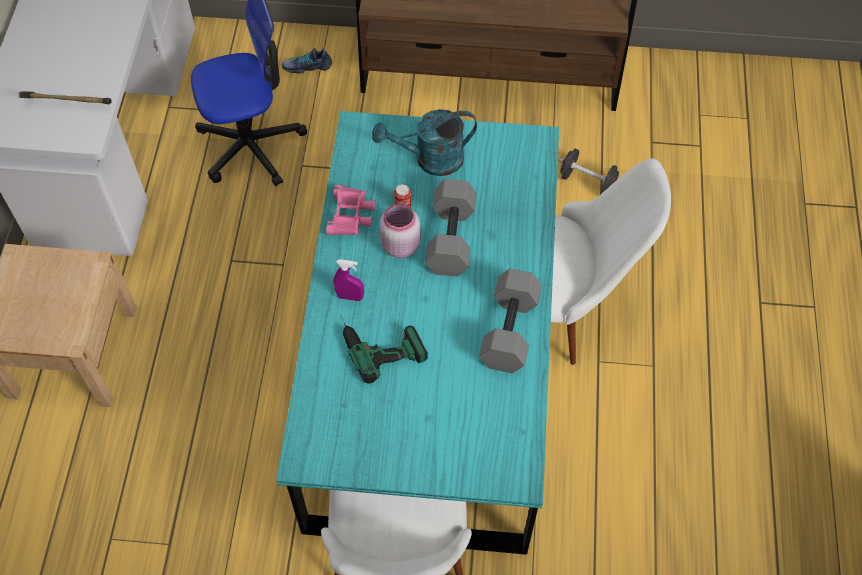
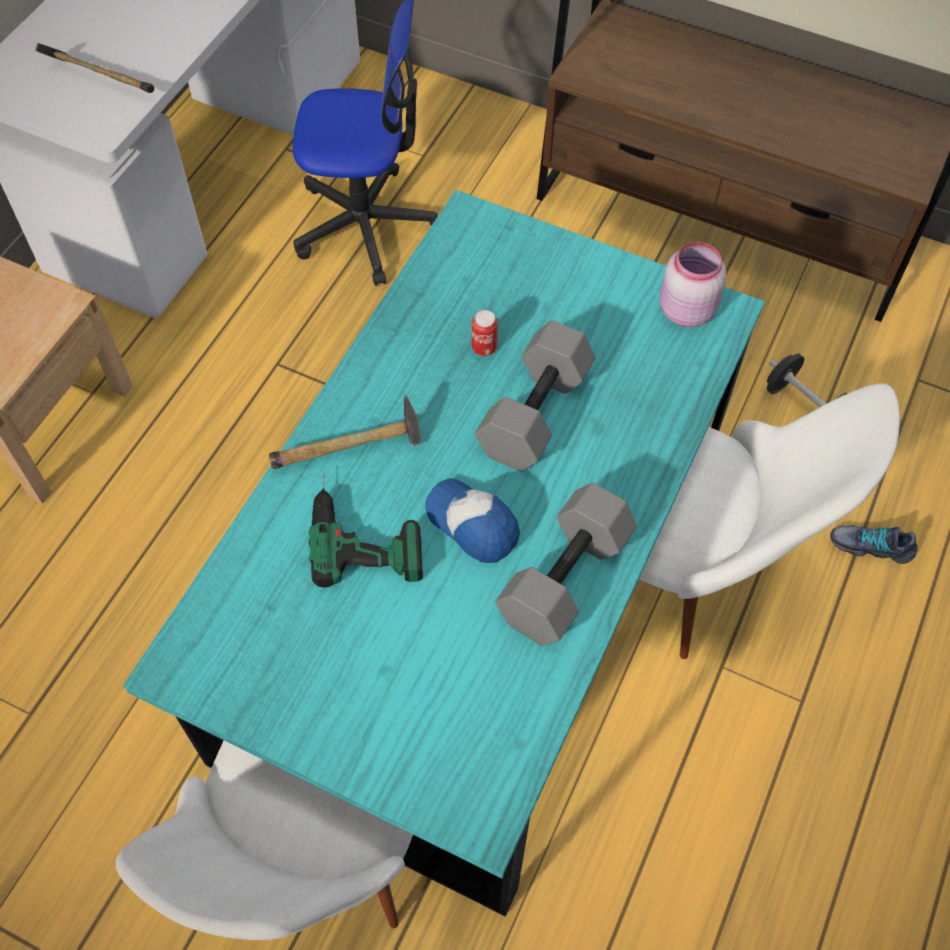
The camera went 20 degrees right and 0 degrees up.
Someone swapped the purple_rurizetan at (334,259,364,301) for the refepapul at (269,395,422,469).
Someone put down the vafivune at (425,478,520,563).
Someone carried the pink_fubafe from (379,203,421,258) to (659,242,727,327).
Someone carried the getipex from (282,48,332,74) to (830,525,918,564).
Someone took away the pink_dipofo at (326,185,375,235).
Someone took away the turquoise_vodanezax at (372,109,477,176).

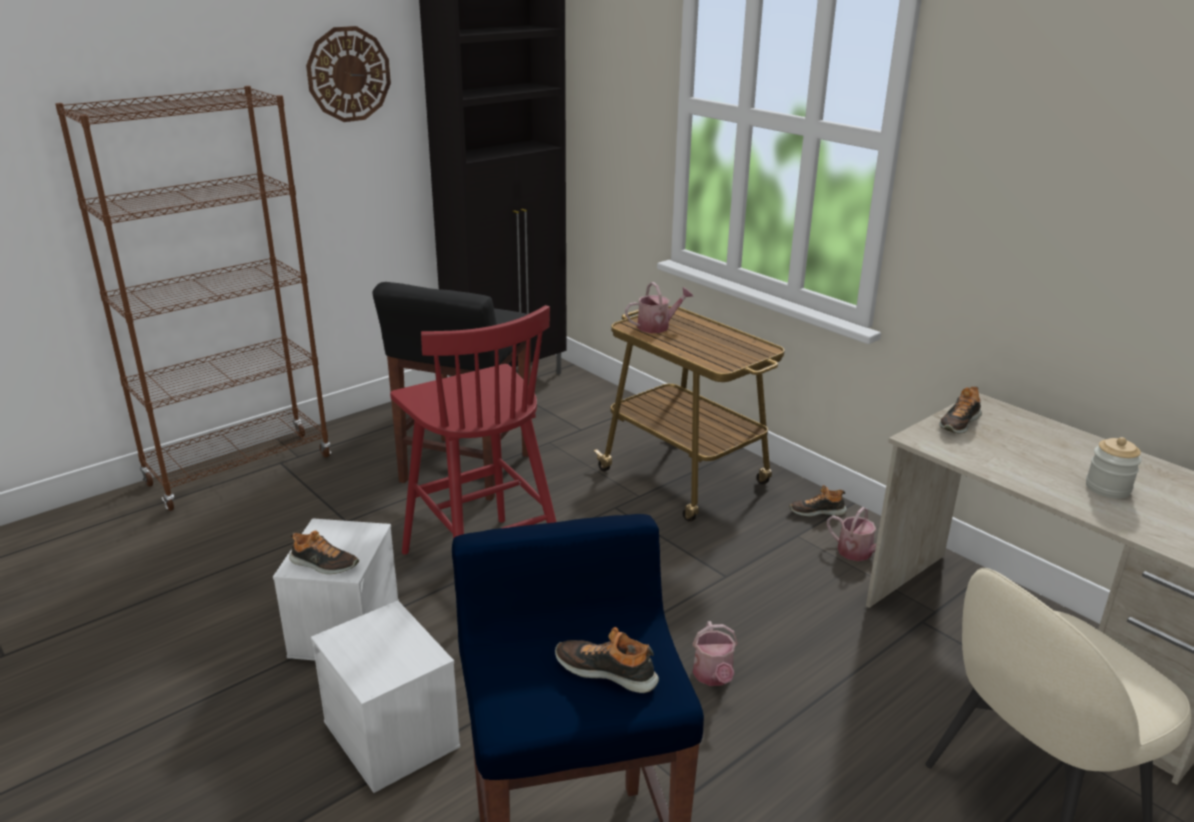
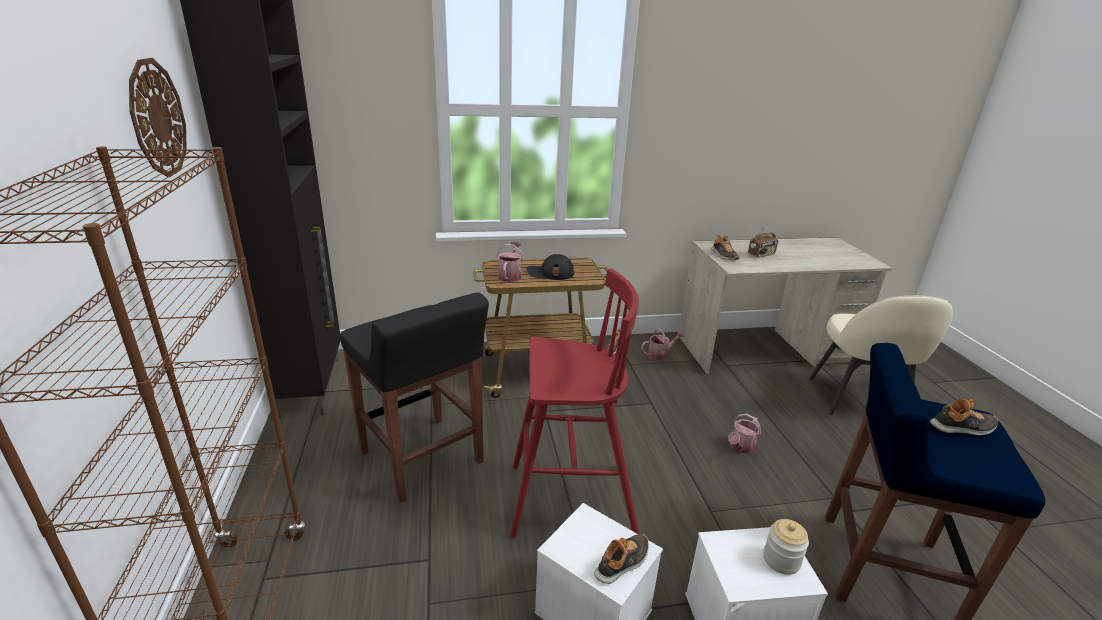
The camera went 60 degrees left and 0 degrees up.
Someone put down the black_vafivune at (527,254,574,280).
Someone rotated the vodanezax at (692,621,738,686) by 105 degrees clockwise.
Someone put down the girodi at (748,223,778,258).
Someone carried the fubafe from (1086,437,1142,499) to (763,519,809,575).
Someone rotated the getipex at (555,627,659,693) by 150 degrees counterclockwise.

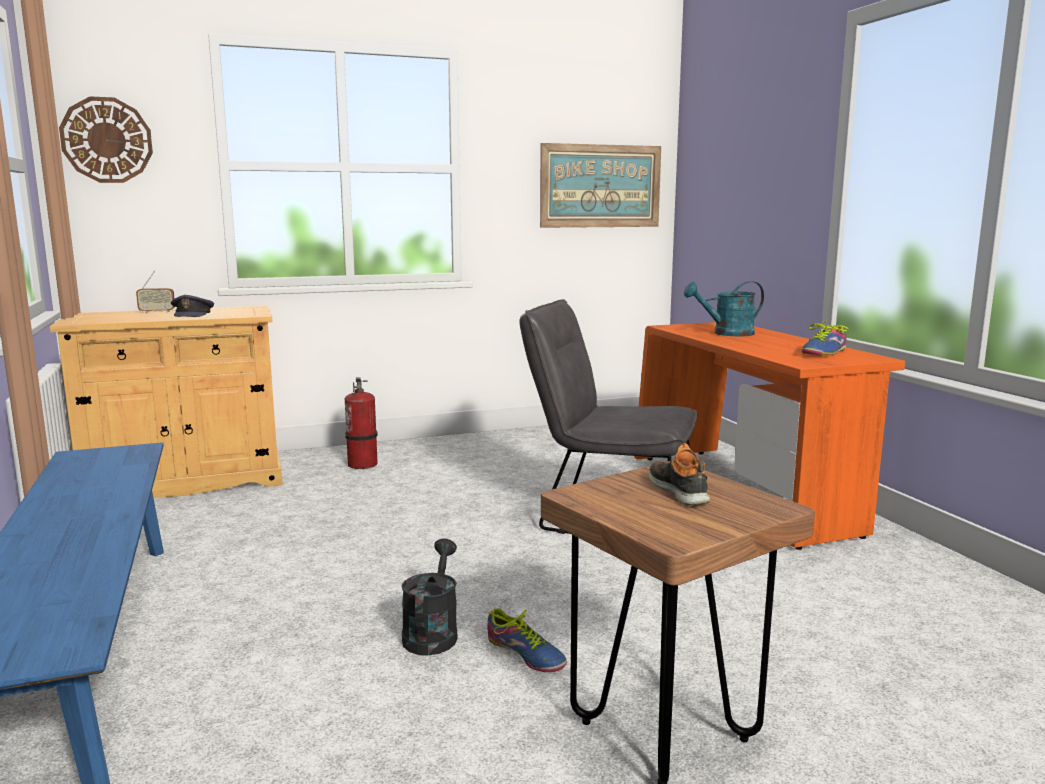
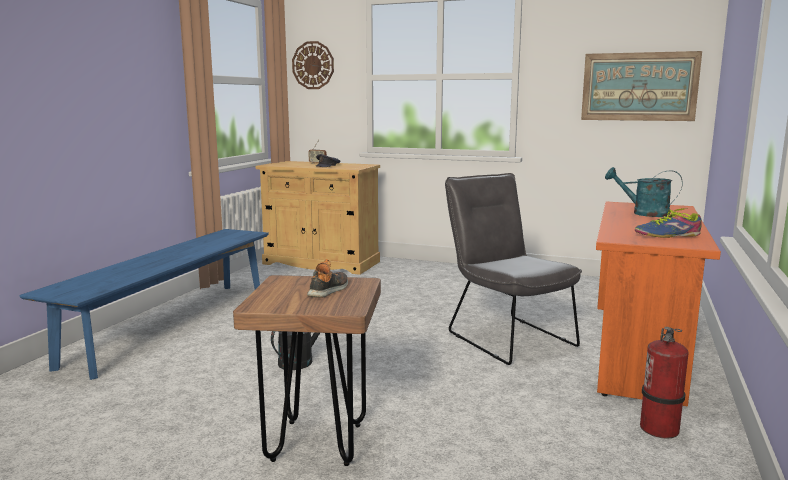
The camera went 40 degrees right and 0 degrees up.
Someone carried the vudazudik from (345,377,378,469) to (640,327,689,439).
Someone took away the getipex at (486,608,567,672).

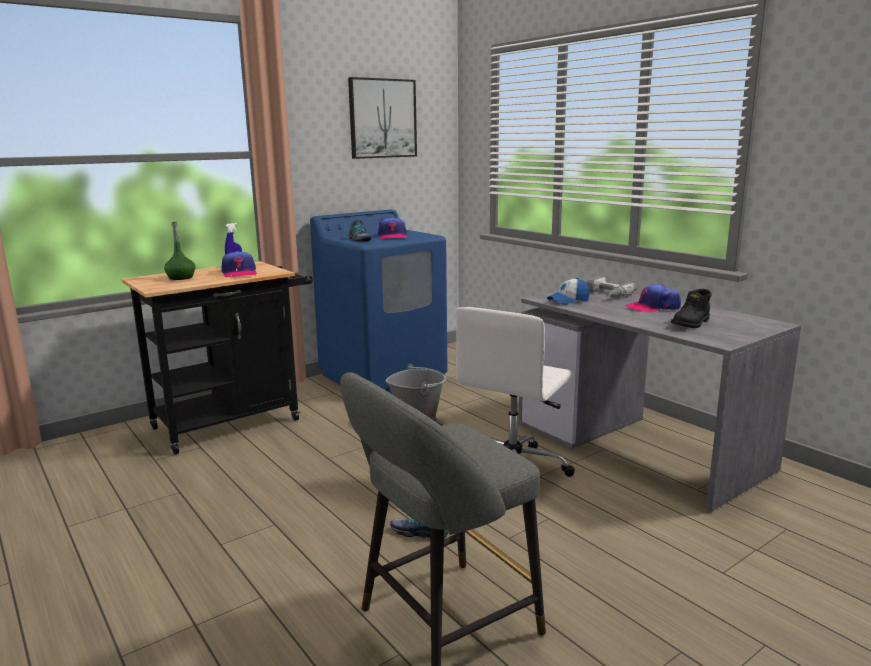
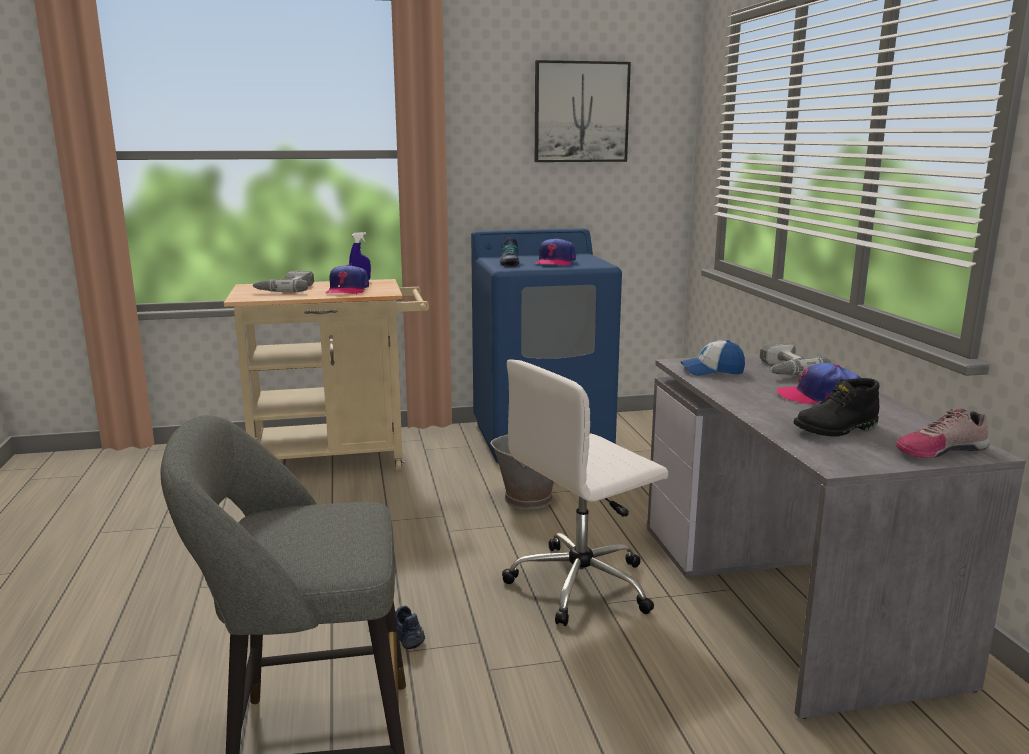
The camera went 25 degrees right and 0 degrees up.
Someone repainted the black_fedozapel at (121,261,313,454), which became the beige_fedozapel at (224,279,429,470).
Someone swapped the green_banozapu at (164,222,195,280) for the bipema at (252,271,314,292).
Someone put down the getipex at (896,409,990,458).

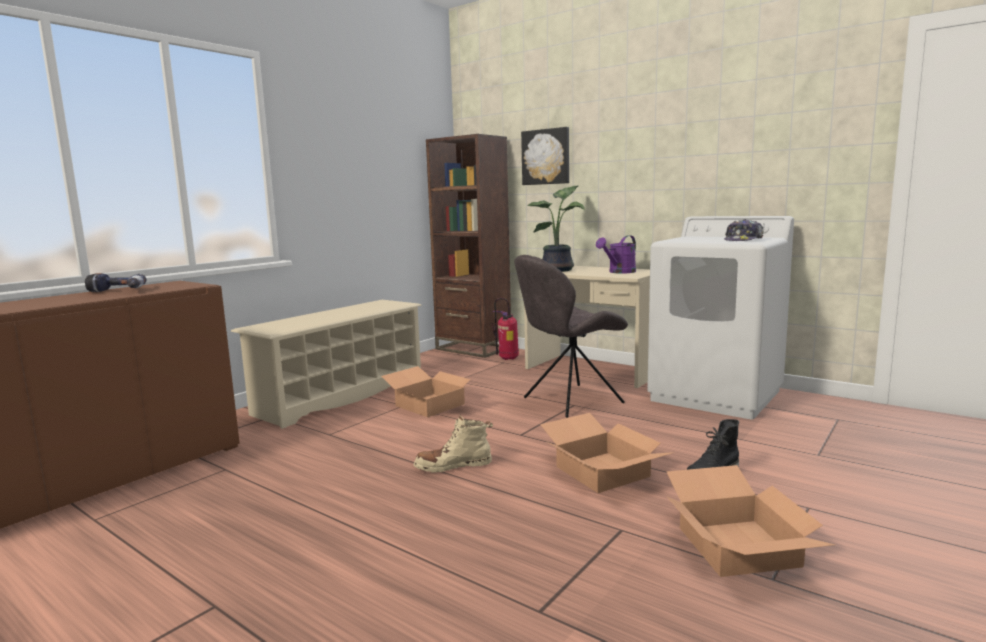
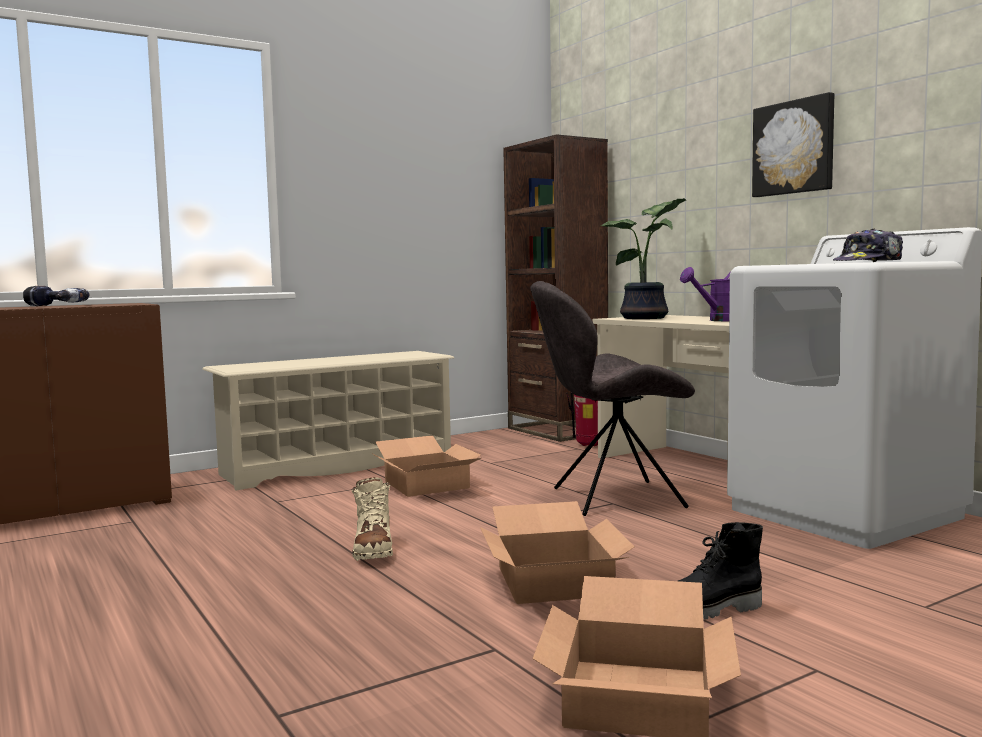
The camera went 20 degrees right and 5 degrees down.
Someone rotated the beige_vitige at (414,415,493,473) by 105 degrees counterclockwise.
Someone carried the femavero from (521,127,569,185) to (752,92,834,197).

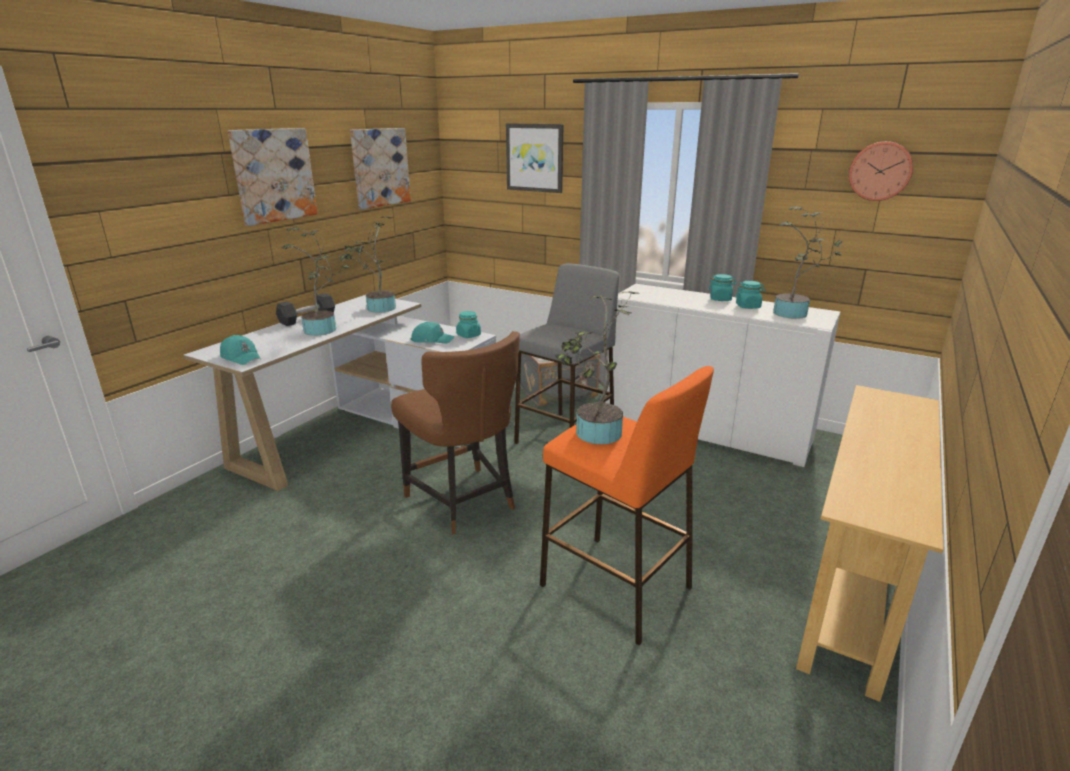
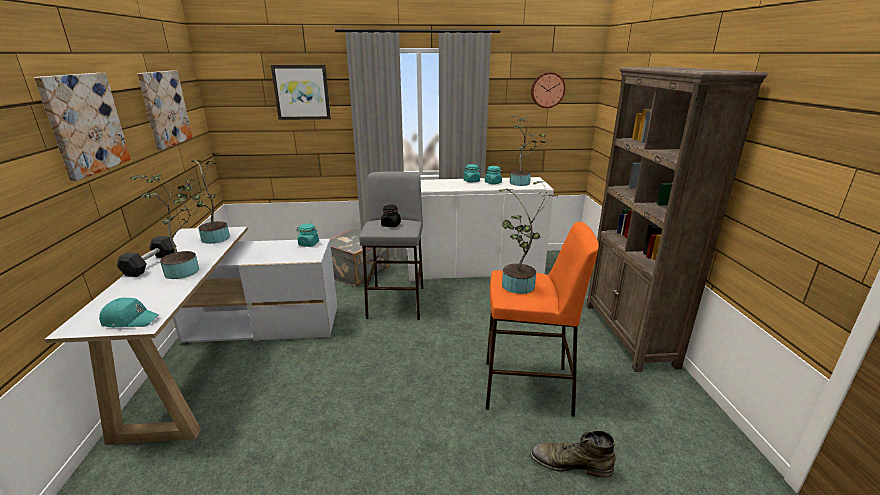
The camera went 35 degrees left and 0 degrees up.
Someone put down the black_fubafe at (381,205,401,227).
Someone put down the green_vitige at (530,430,616,478).
Someone swapped the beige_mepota at (796,385,943,702) for the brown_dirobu at (586,67,768,372).
Someone took away the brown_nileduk at (391,331,520,534).
Someone took away the turquoise_vafivune at (411,322,455,344).

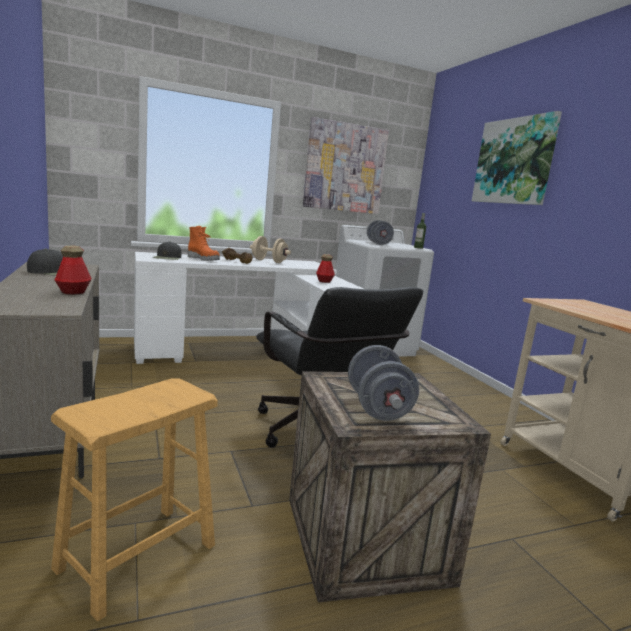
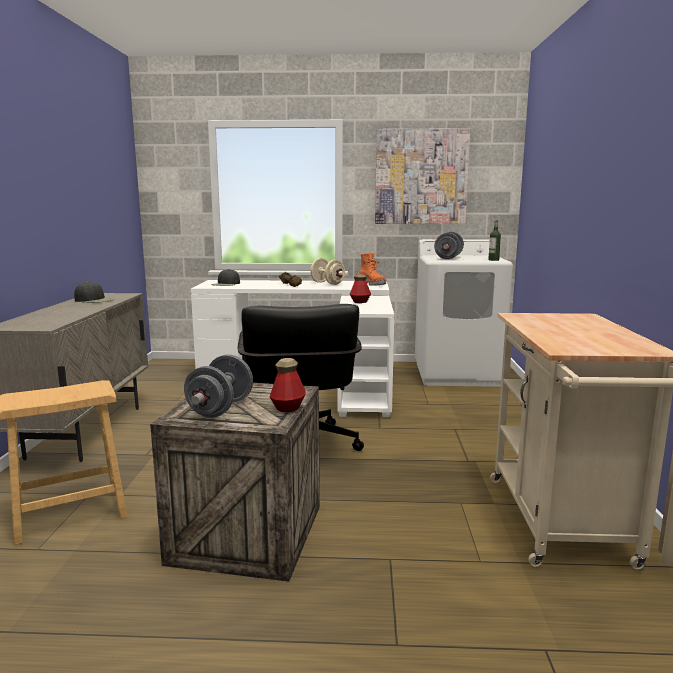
The camera went 25 degrees right and 0 degrees up.
Someone carried the banozapu from (55,246,91,295) to (270,358,306,412).
Someone carried the orange_vitige from (188,226,220,261) to (360,252,386,286).
Someone took away the femavero at (472,111,562,205).

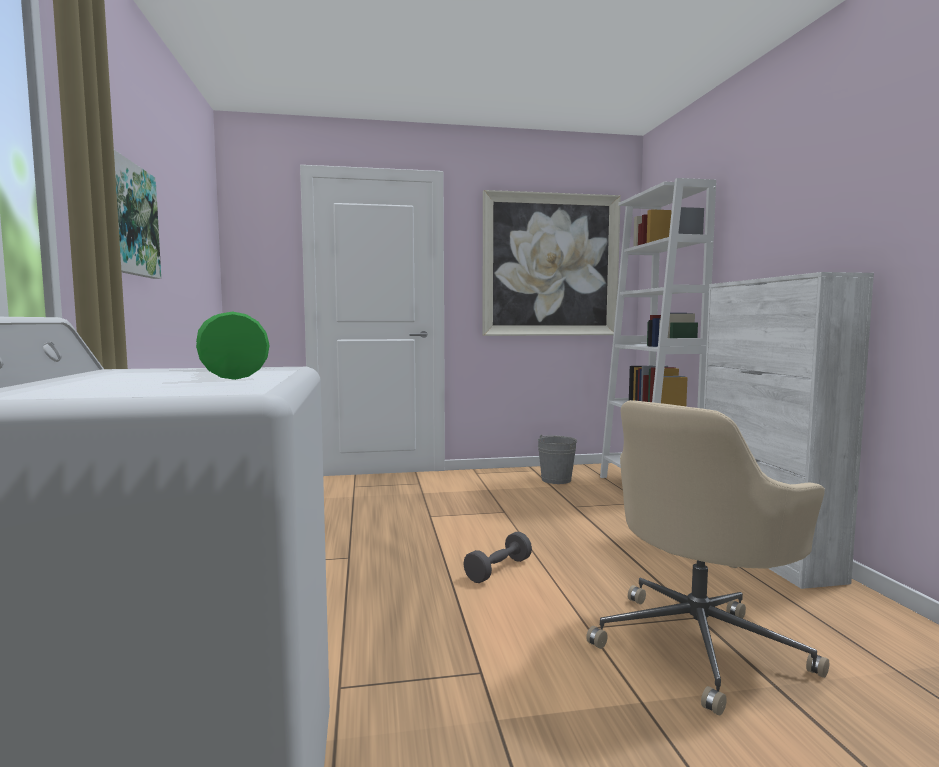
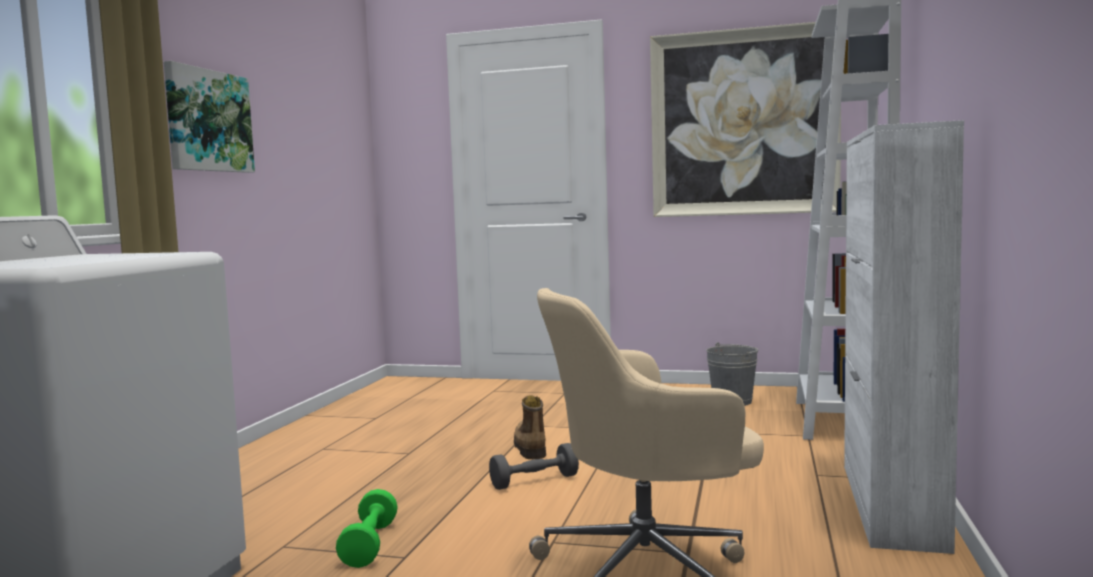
The camera went 25 degrees right and 0 degrees up.
Someone carried the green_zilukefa from (196,311,270,380) to (336,489,398,568).
Someone put down the vitige at (514,395,546,459).

